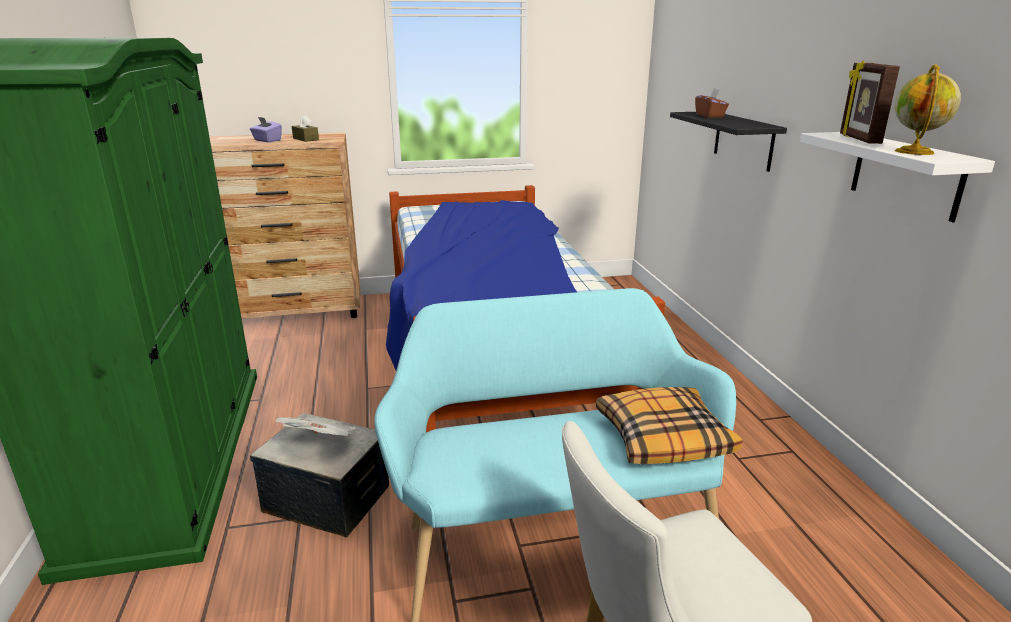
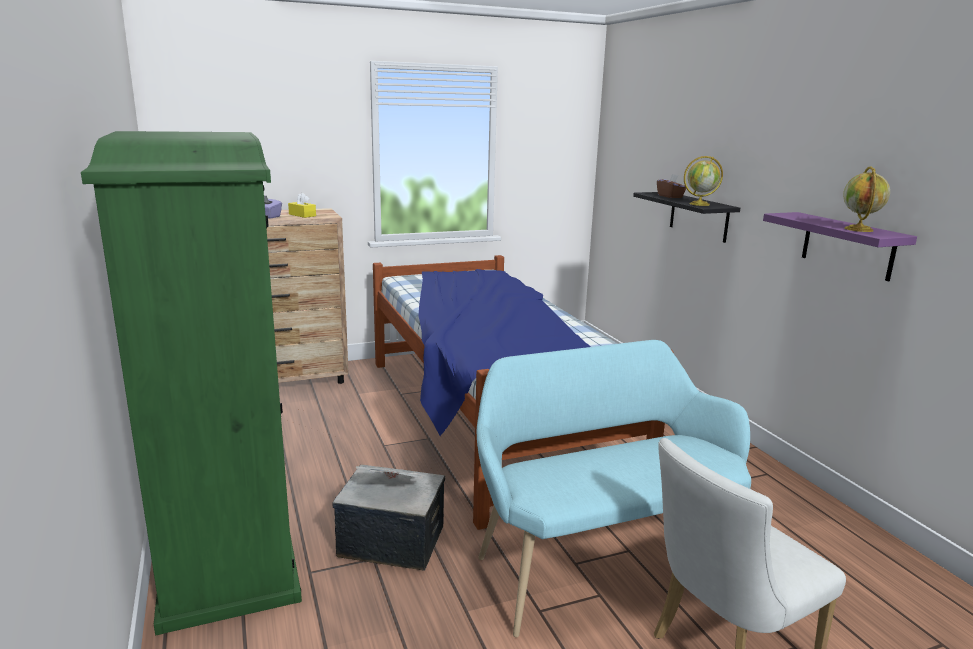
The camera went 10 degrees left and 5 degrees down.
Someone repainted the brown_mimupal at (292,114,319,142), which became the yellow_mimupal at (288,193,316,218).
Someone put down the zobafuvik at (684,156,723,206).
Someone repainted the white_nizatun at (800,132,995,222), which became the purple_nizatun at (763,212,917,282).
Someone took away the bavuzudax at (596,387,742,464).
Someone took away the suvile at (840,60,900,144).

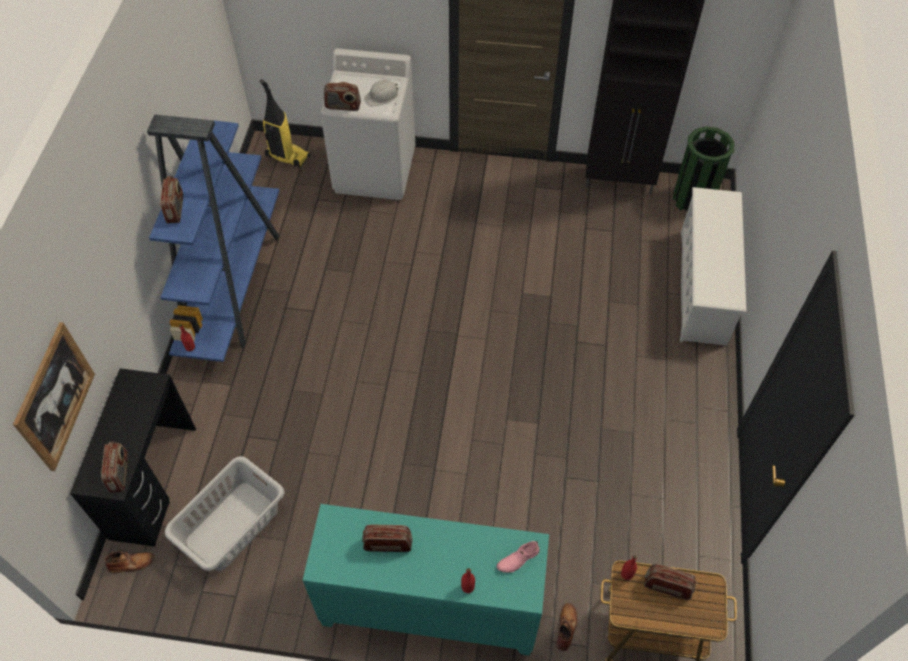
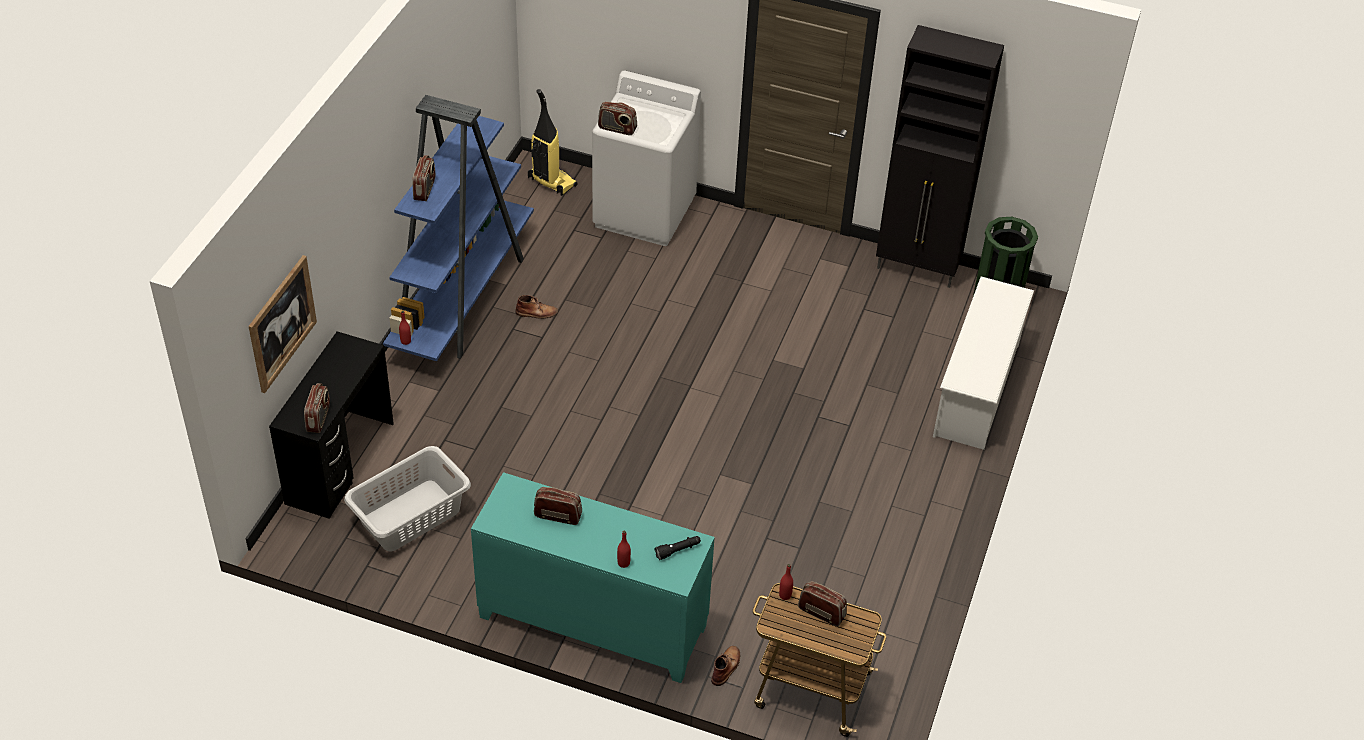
The camera went 10 degrees right and 10 degrees down.
Someone carried the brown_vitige from (105,552,154,573) to (515,295,558,319).
Someone swapped the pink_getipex at (497,541,540,573) for the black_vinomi at (655,536,701,560).
Someone took away the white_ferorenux at (364,79,398,106).

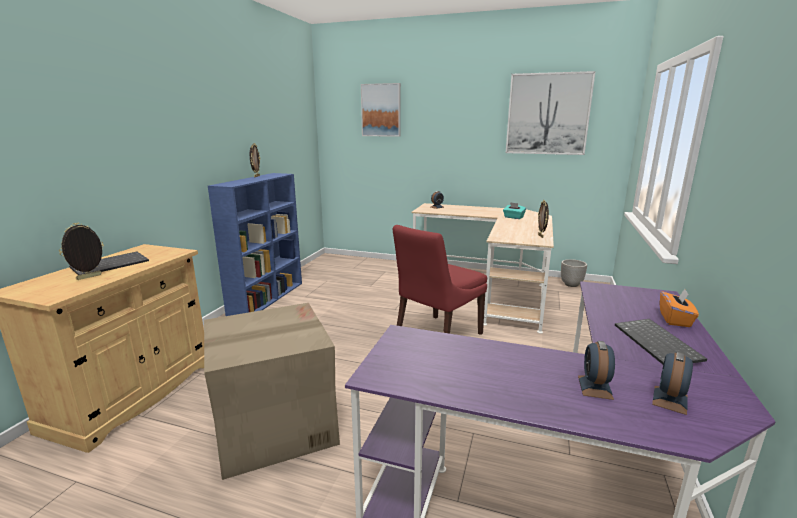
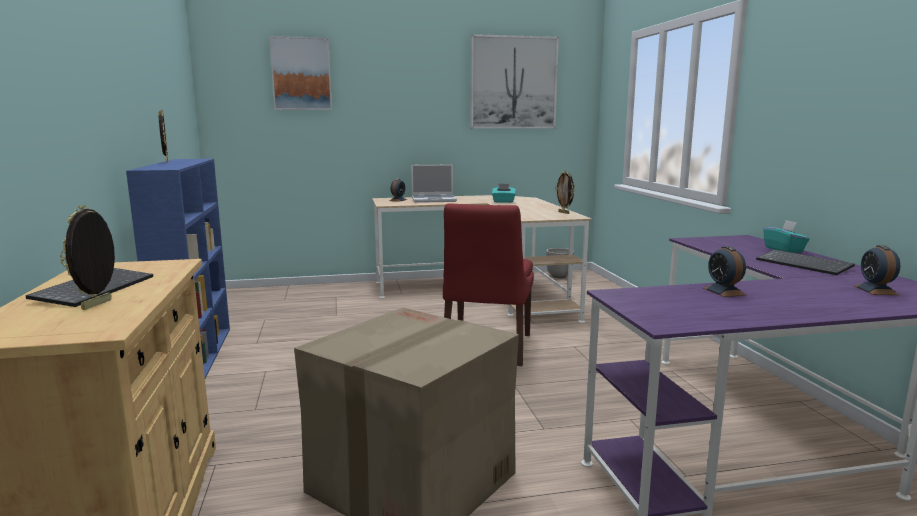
The camera went 30 degrees left and 5 degrees down.
Someone put down the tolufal at (411,164,457,203).
Someone carried the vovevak from (578,341,615,400) to (703,246,746,297).
Someone repainted the orange_mimupal at (660,289,699,327), which became the turquoise_mimupal at (763,220,810,253).

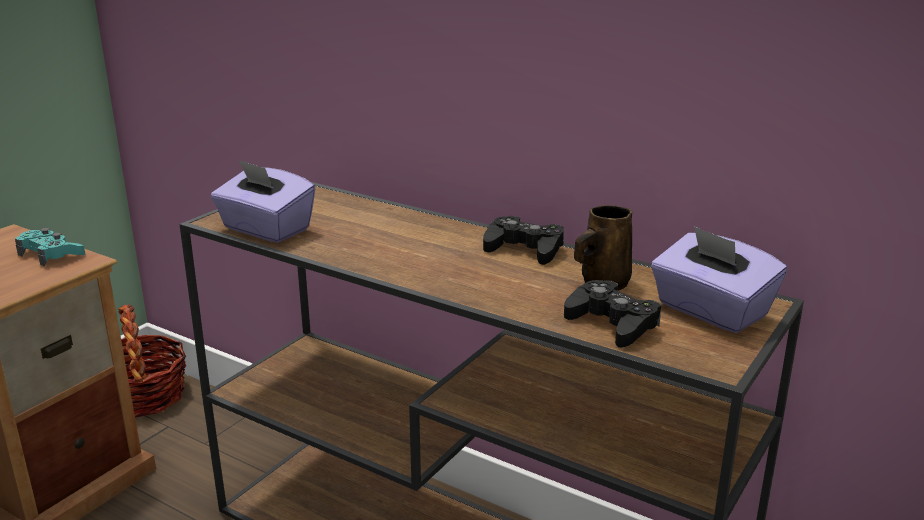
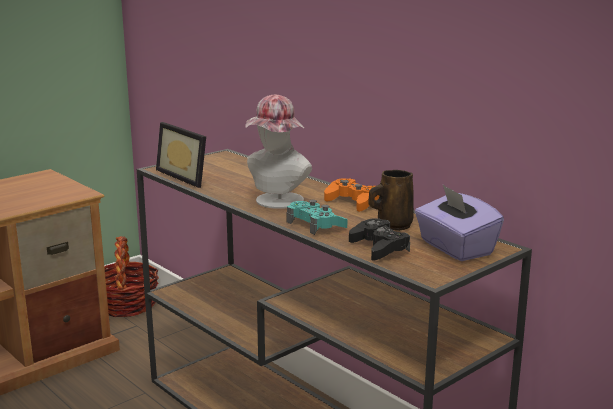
The camera went 15 degrees right and 5 degrees down.
Someone swapped the purple_mimupal at (211,159,316,243) for the suvile at (156,122,206,188).
Someone put down the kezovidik at (245,95,312,209).
Someone carried the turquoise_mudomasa from (15,228,85,267) to (286,200,347,235).
Someone repainted the black_mudomasa at (483,216,564,265), which became the orange_mudomasa at (324,178,379,212).

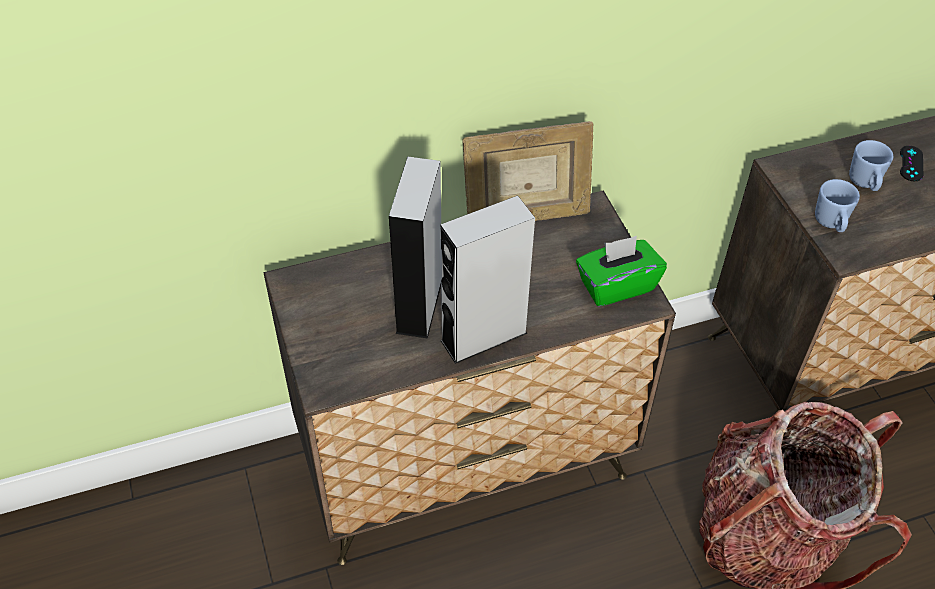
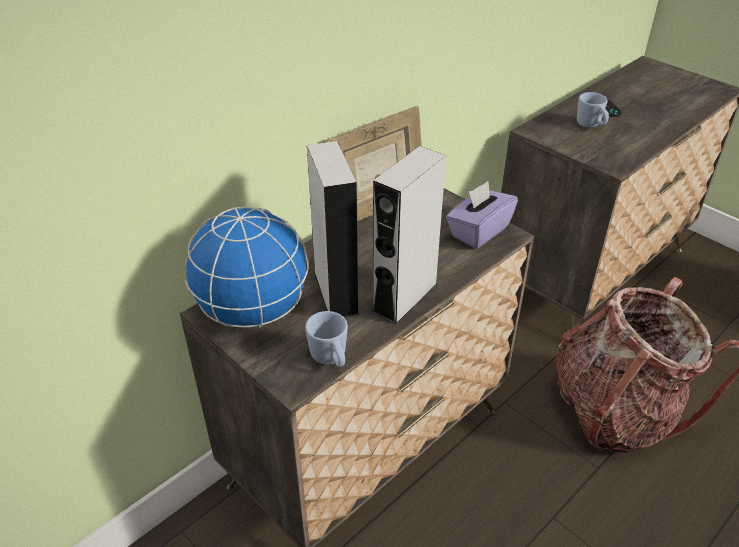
The camera went 25 degrees left and 10 degrees down.
Someone put down the zobafuvik at (184,207,309,328).
Someone carried the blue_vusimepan from (815,179,860,232) to (305,311,348,367).
Someone repainted the green_mimupal at (576,236,667,306), which became the purple_mimupal at (446,181,518,249).

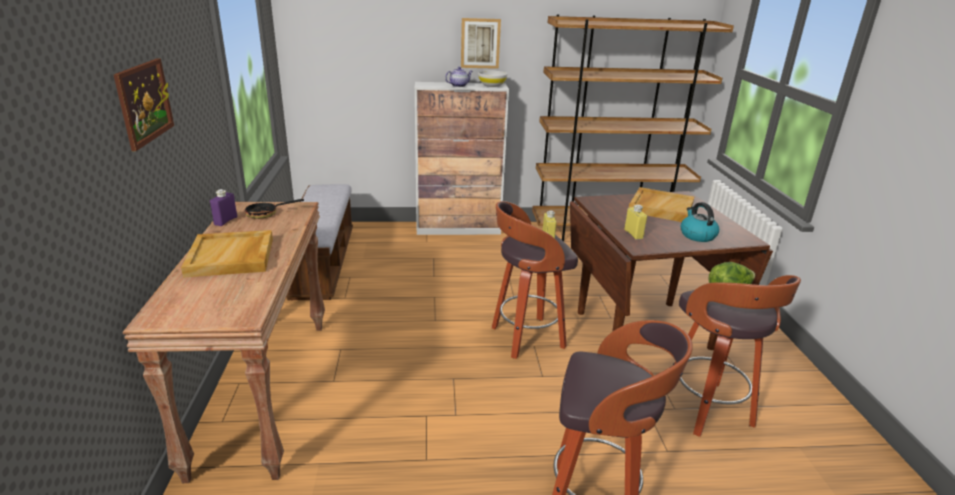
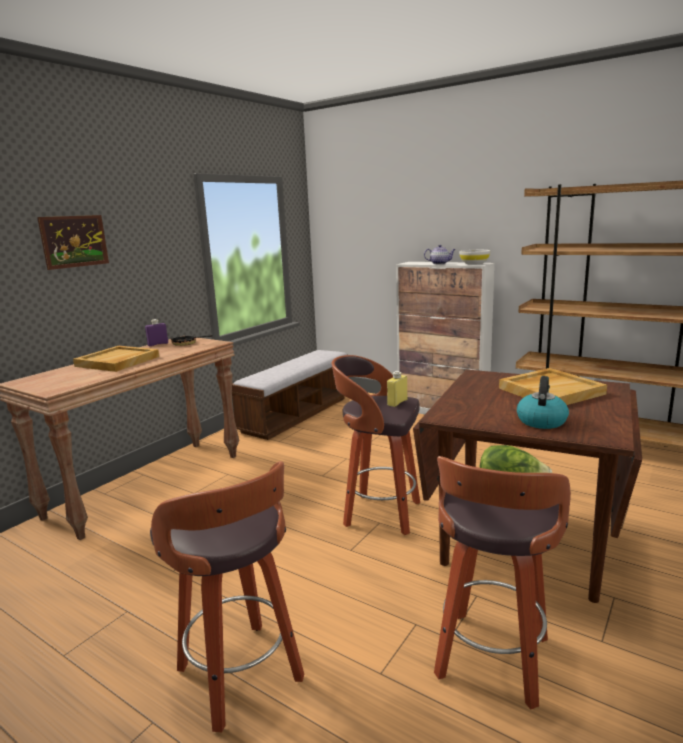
The camera went 40 degrees right and 10 degrees down.
Someone took away the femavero at (461,18,501,69).
Someone took away the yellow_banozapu at (624,204,647,240).

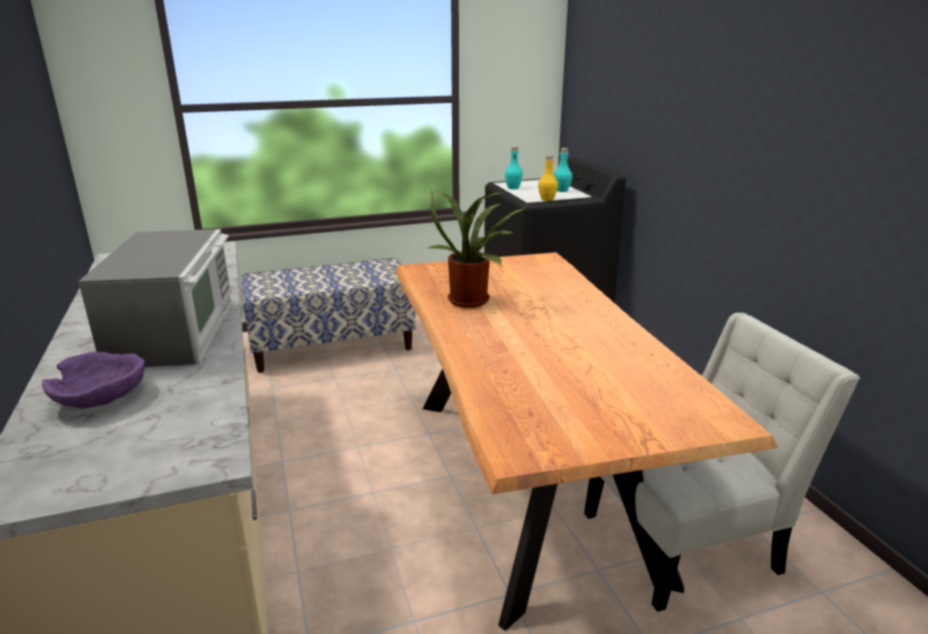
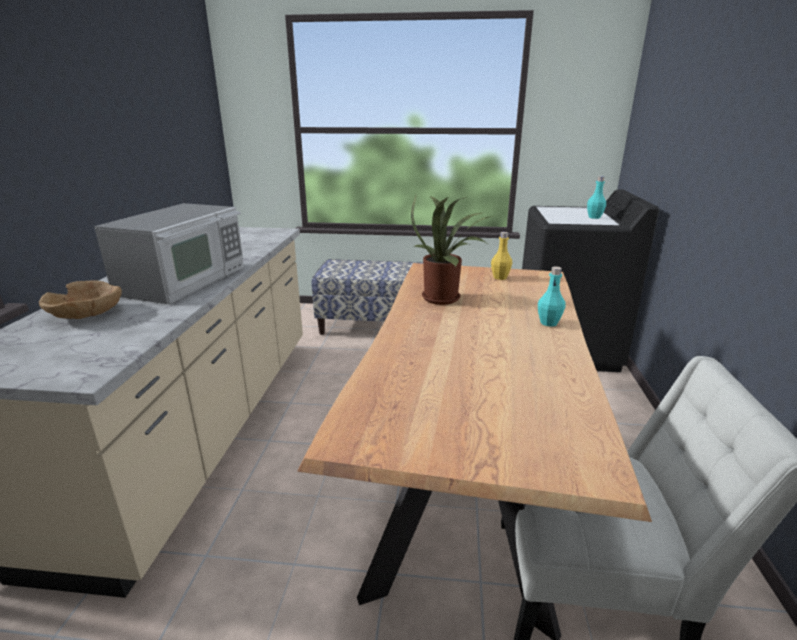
The camera went 25 degrees right and 0 degrees up.
Someone repainted the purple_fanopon at (42,352,145,409), which became the brown_fanopon at (39,280,122,319).
Someone carried the yellow_banozapu from (538,155,558,201) to (491,232,512,280).
Someone carried the turquoise_banozapu from (505,146,523,189) to (538,267,566,327).

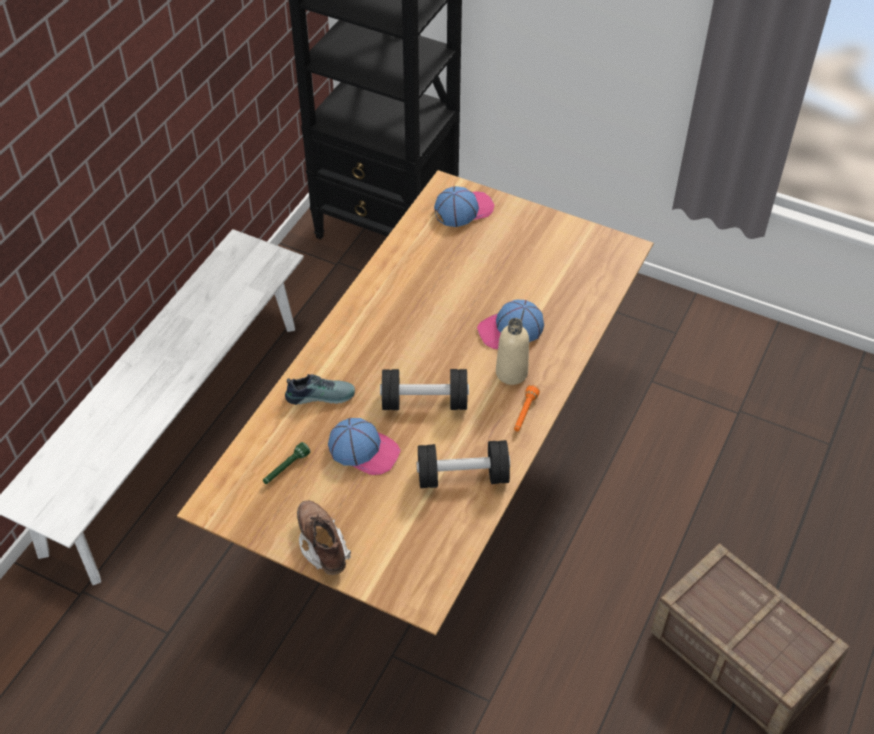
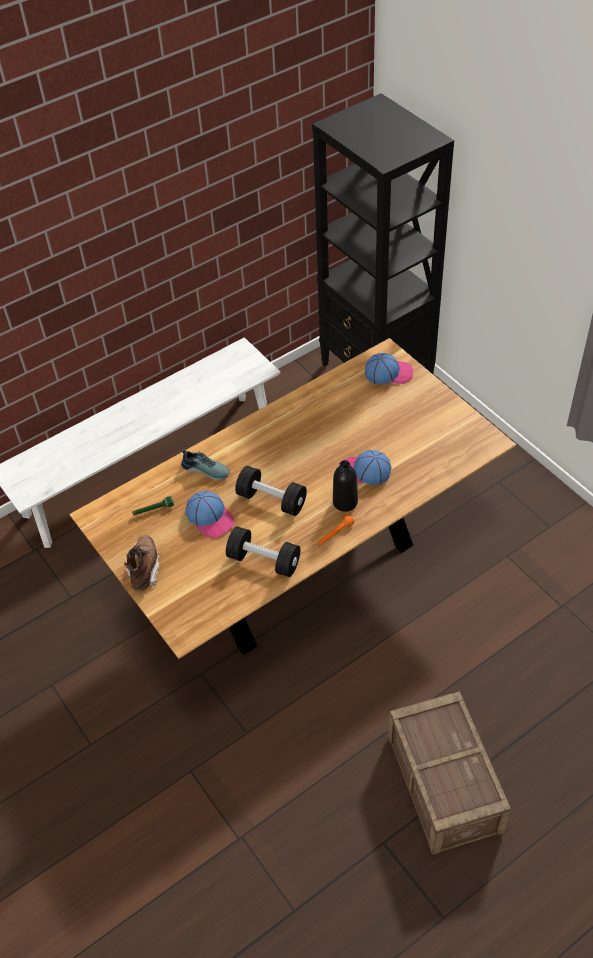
The camera went 30 degrees right and 0 degrees up.
Someone repainted the beige_banozapu at (496,318,529,385), which became the black_banozapu at (333,460,358,512).

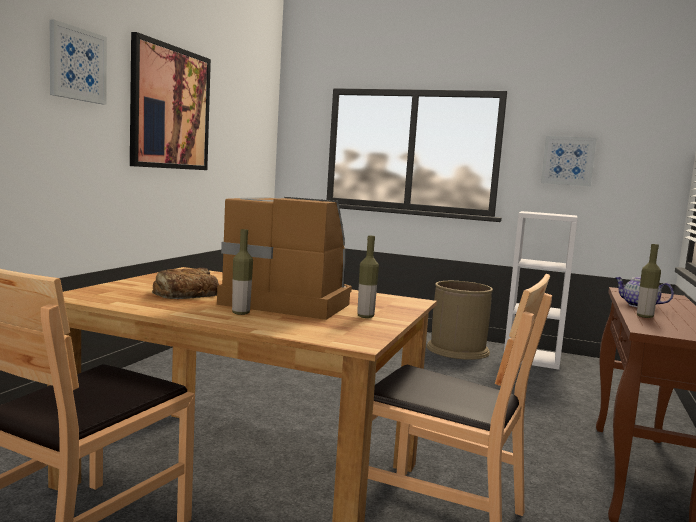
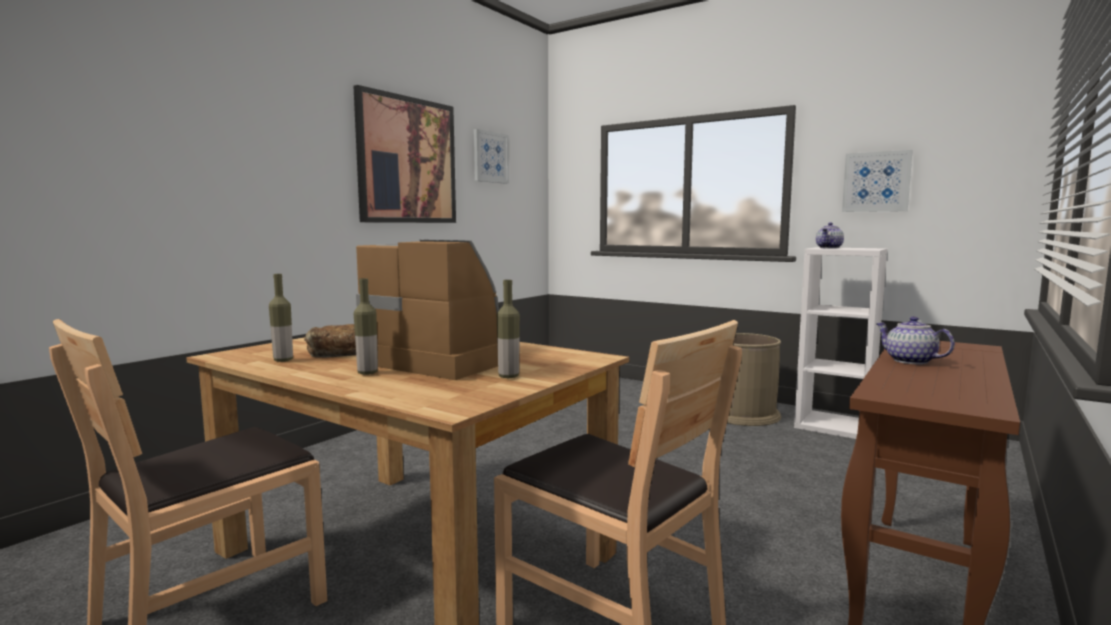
The camera went 15 degrees right and 0 degrees up.
Someone carried the banozapu from (637,244,661,318) to (269,274,293,362).
Someone carried the femavero from (50,20,107,105) to (474,129,509,184).
Someone put down the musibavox at (816,222,844,249).

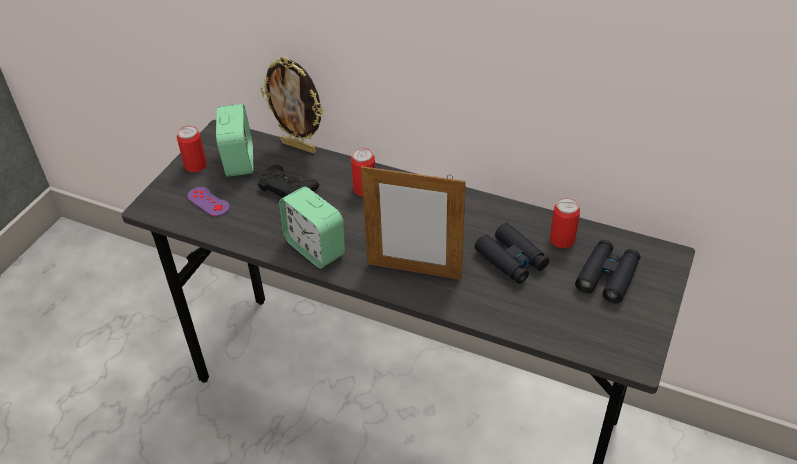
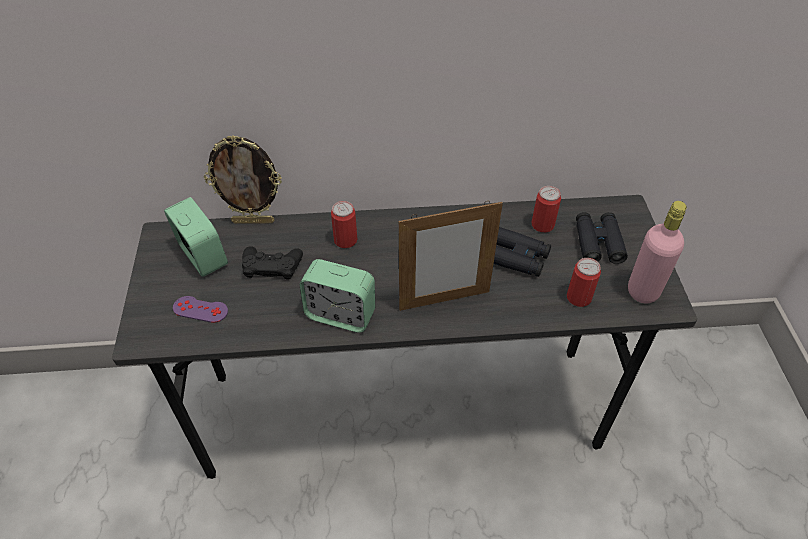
The camera went 30 degrees left and 5 degrees up.
Someone carried the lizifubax from (177,125,207,172) to (567,258,601,307).
Someone put down the pink_banozapu at (628,201,687,303).

